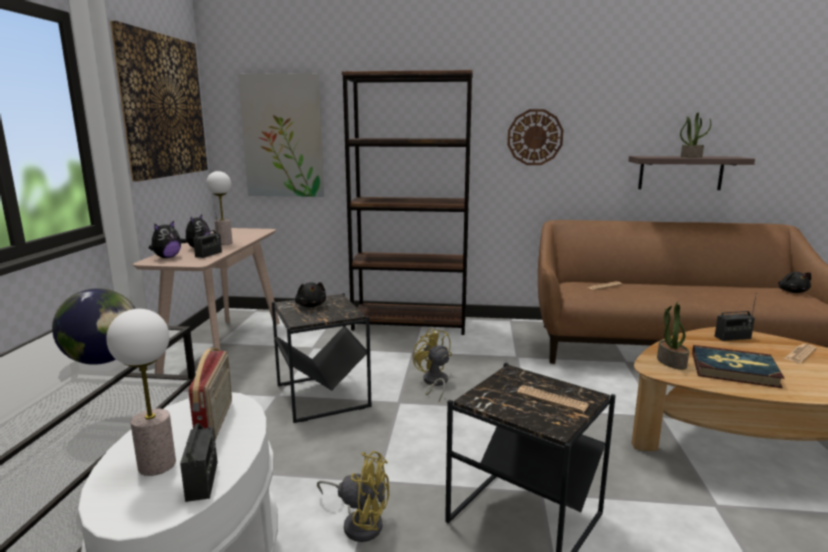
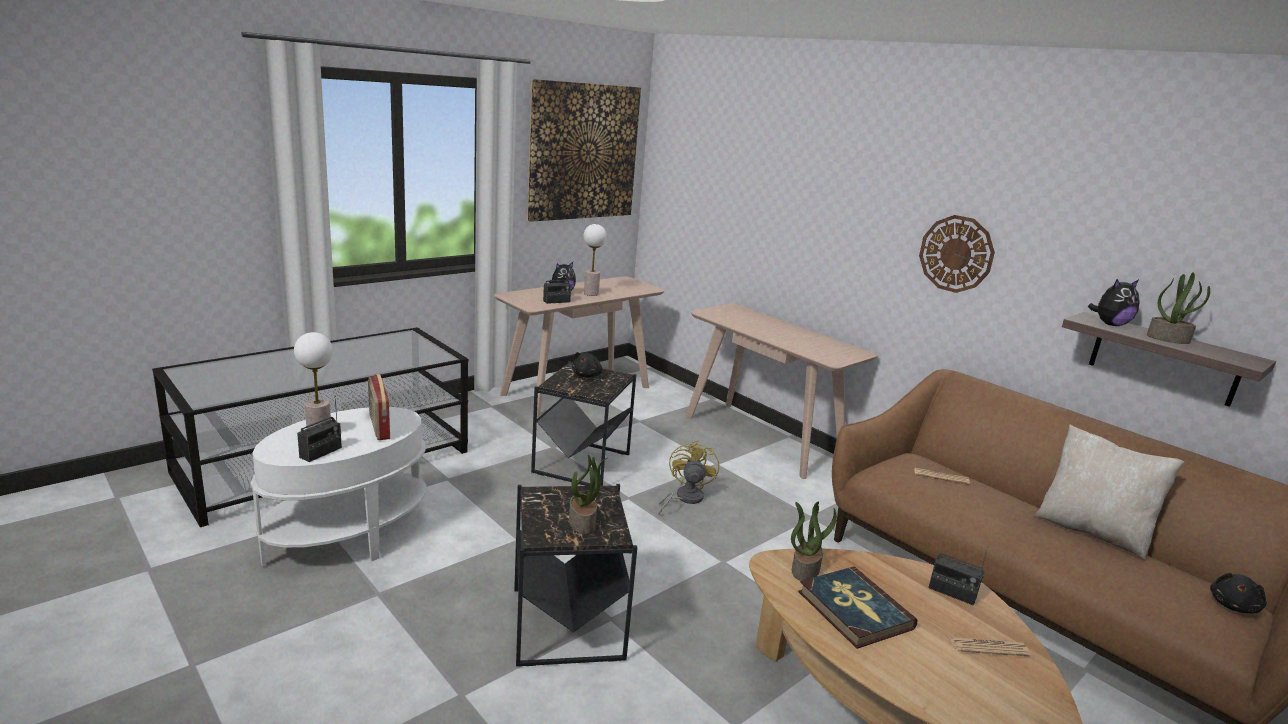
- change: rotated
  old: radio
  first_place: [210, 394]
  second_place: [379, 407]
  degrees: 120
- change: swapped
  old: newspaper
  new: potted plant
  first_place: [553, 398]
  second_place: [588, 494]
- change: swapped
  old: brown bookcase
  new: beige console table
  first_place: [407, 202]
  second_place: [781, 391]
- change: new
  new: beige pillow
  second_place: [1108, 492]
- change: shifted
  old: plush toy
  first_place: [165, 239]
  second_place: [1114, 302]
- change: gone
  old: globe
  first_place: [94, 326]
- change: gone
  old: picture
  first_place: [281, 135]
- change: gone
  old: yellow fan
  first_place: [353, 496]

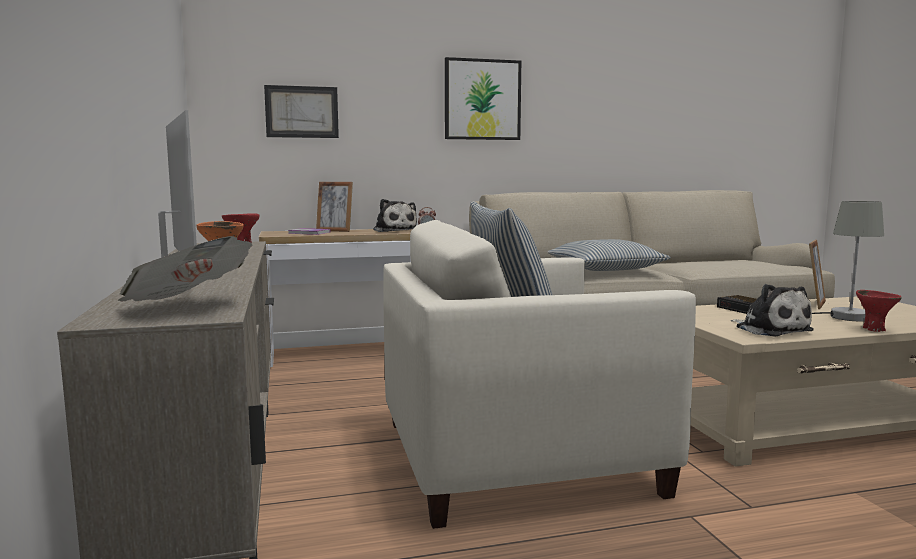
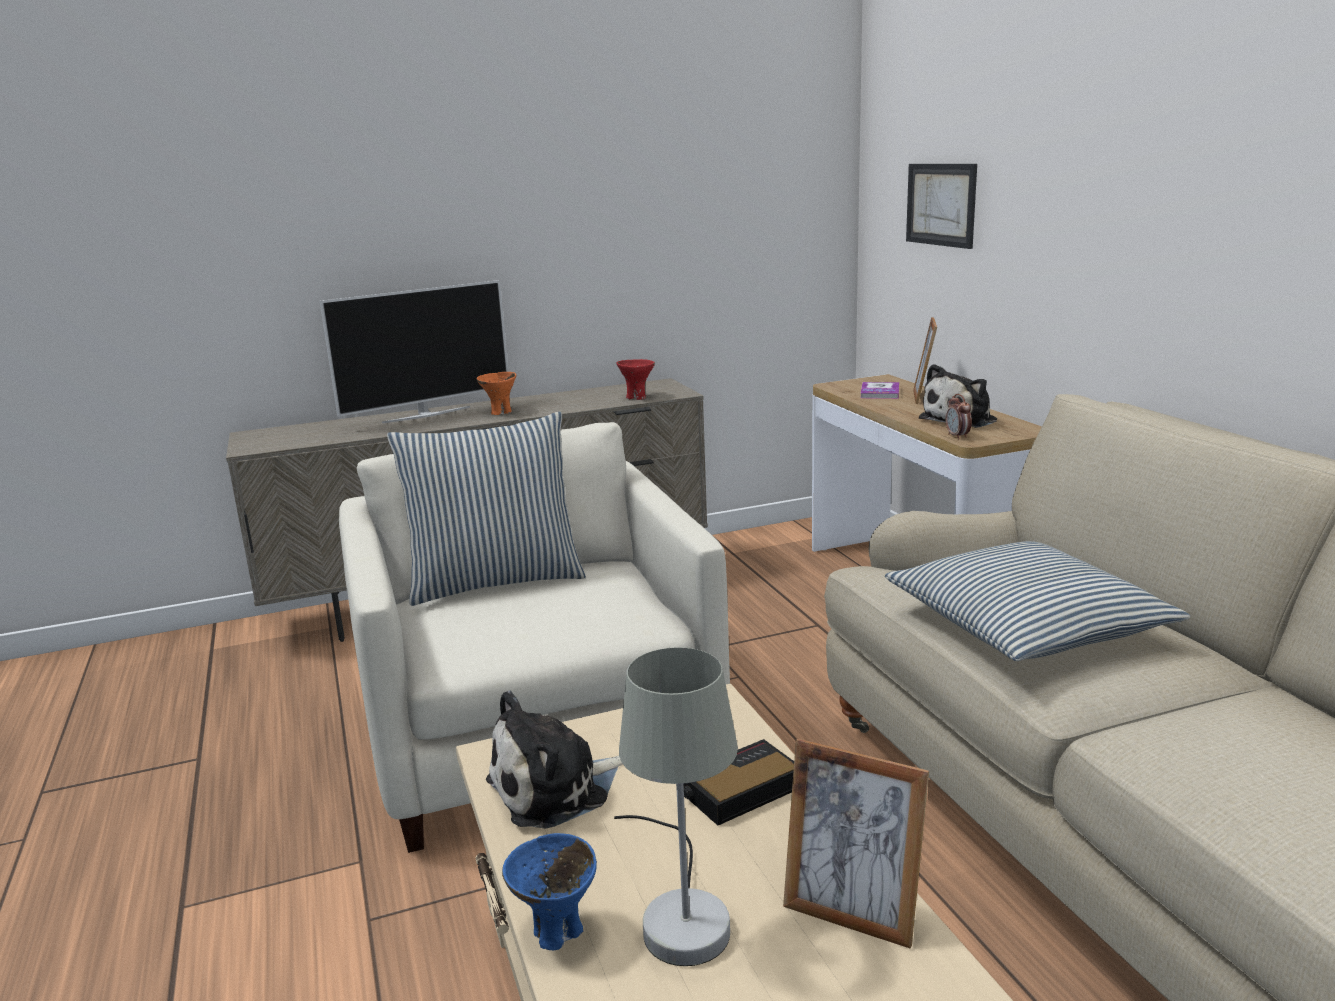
- change: repainted
  old: red bowl
  new: blue bowl
  first_place: [879, 311]
  second_place: [549, 891]
- change: gone
  old: newspaper
  first_place: [185, 269]
- change: gone
  old: picture
  first_place: [483, 98]

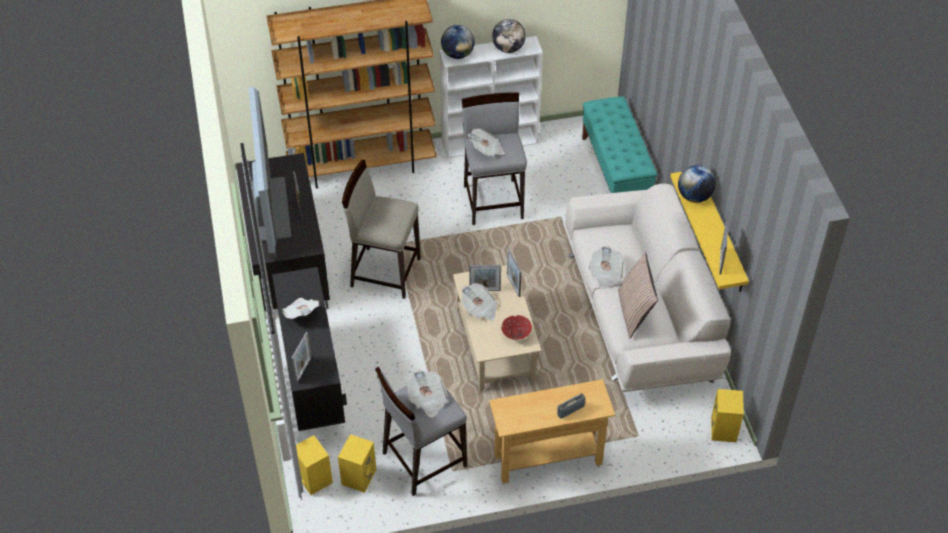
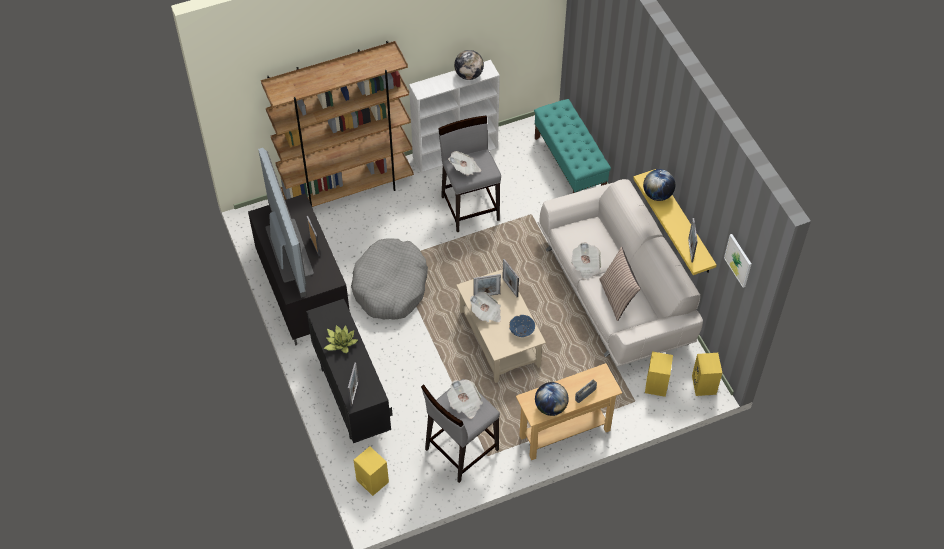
- change: swapped
  old: newspaper
  new: potted plant
  first_place: [300, 308]
  second_place: [341, 339]
- change: swapped
  old: beige stool
  new: grey dog bed
  first_place: [381, 229]
  second_place: [389, 279]
- change: repainted
  old: red bowl
  new: blue bowl
  first_place: [516, 327]
  second_place: [522, 326]
- change: shifted
  old: globe
  first_place: [458, 42]
  second_place: [552, 399]
- change: shifted
  old: yellow speaker
  first_place: [357, 463]
  second_place: [659, 374]
- change: new
  new: picture
  second_place: [737, 261]

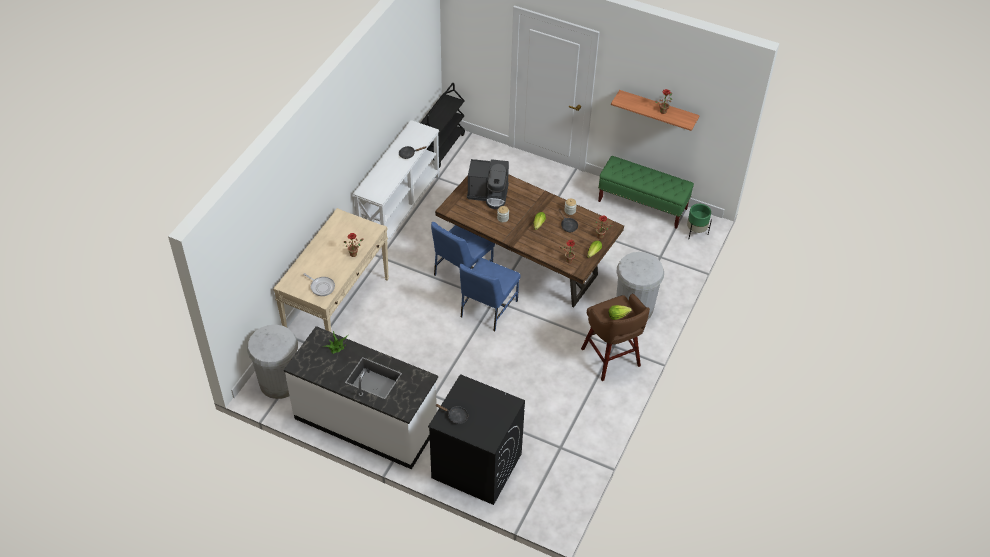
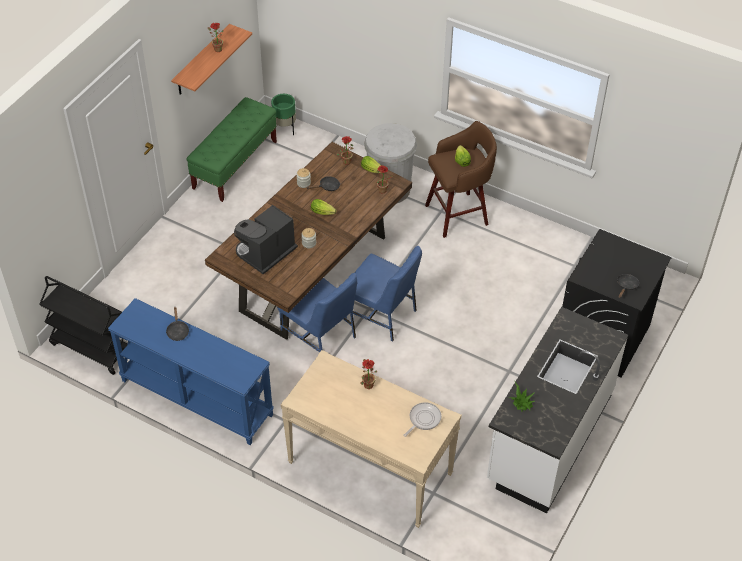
- change: repainted
  old: white console table
  new: blue console table
  first_place: [396, 181]
  second_place: [191, 371]
- change: rotated
  old: coffee machine
  first_place: [488, 184]
  second_place: [266, 239]
  degrees: -150
- change: gone
  old: white trash can
  first_place: [272, 362]

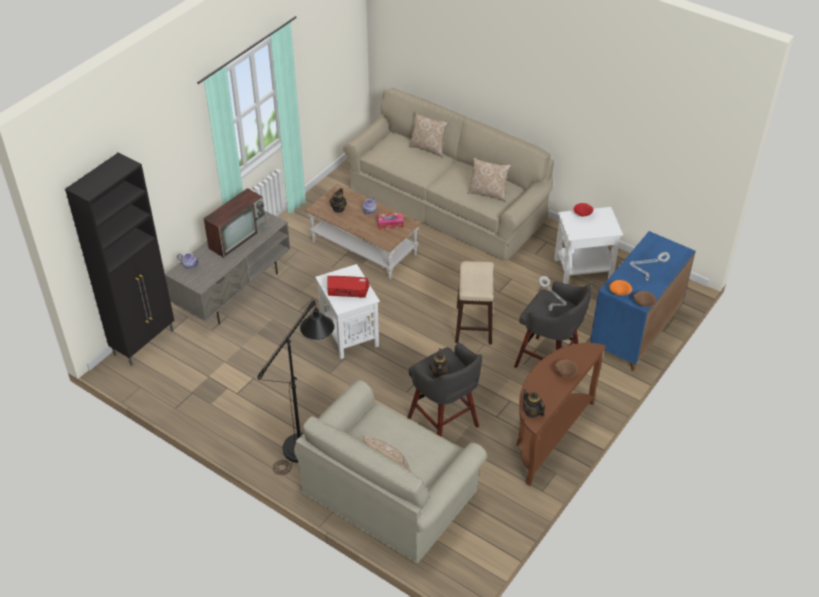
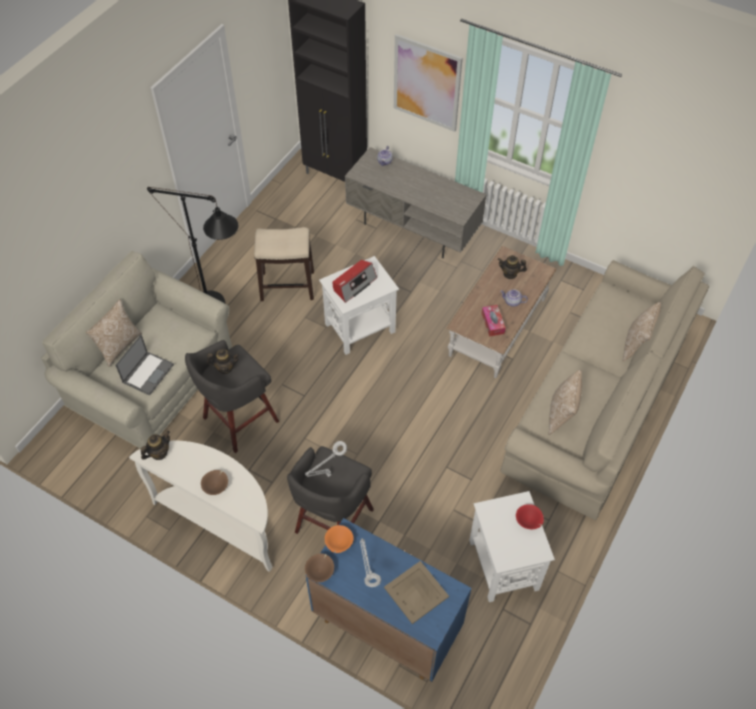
- change: new
  new: laptop
  second_place: [144, 365]
- change: repainted
  old: brown console table
  new: white console table
  first_place: [561, 414]
  second_place: [201, 506]
- change: shifted
  old: stool
  first_place: [474, 302]
  second_place: [284, 264]
- change: rotated
  old: radio
  first_place: [348, 287]
  second_place: [355, 281]
  degrees: 45
- change: new
  new: beige tray
  second_place: [416, 592]
- change: new
  new: picture
  second_place: [428, 83]
- change: gone
  old: television
  first_place: [235, 223]

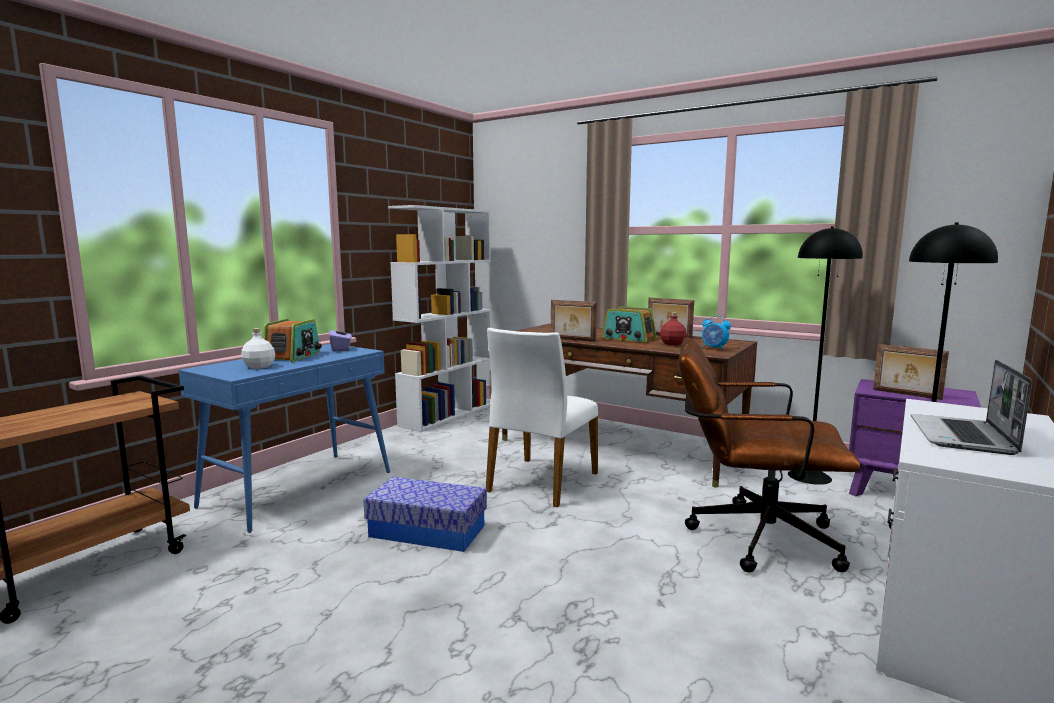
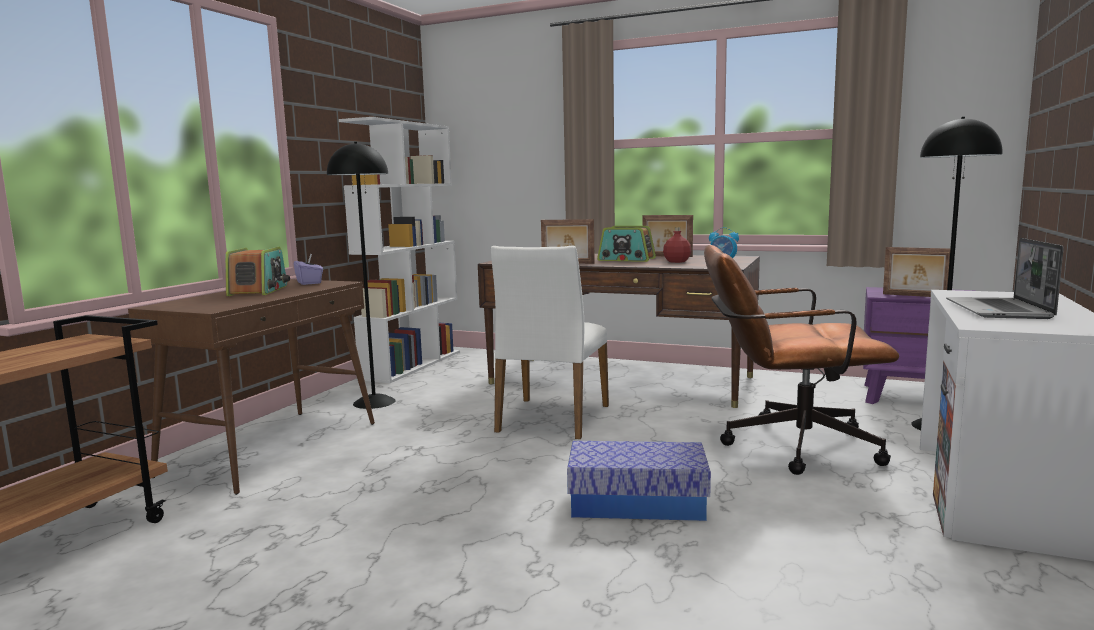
- change: repainted
  old: blue console table
  new: brown console table
  first_place: [284, 438]
  second_place: [251, 387]
- change: shifted
  old: black floor lamp
  first_place: [825, 356]
  second_place: [361, 275]
- change: shifted
  old: storage box
  first_place: [425, 514]
  second_place: [639, 481]
- change: gone
  old: white bottle
  first_place: [258, 348]

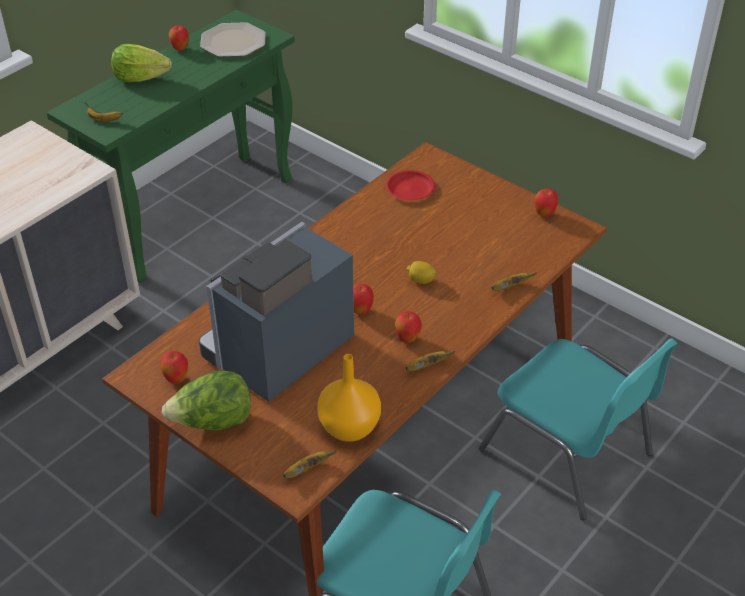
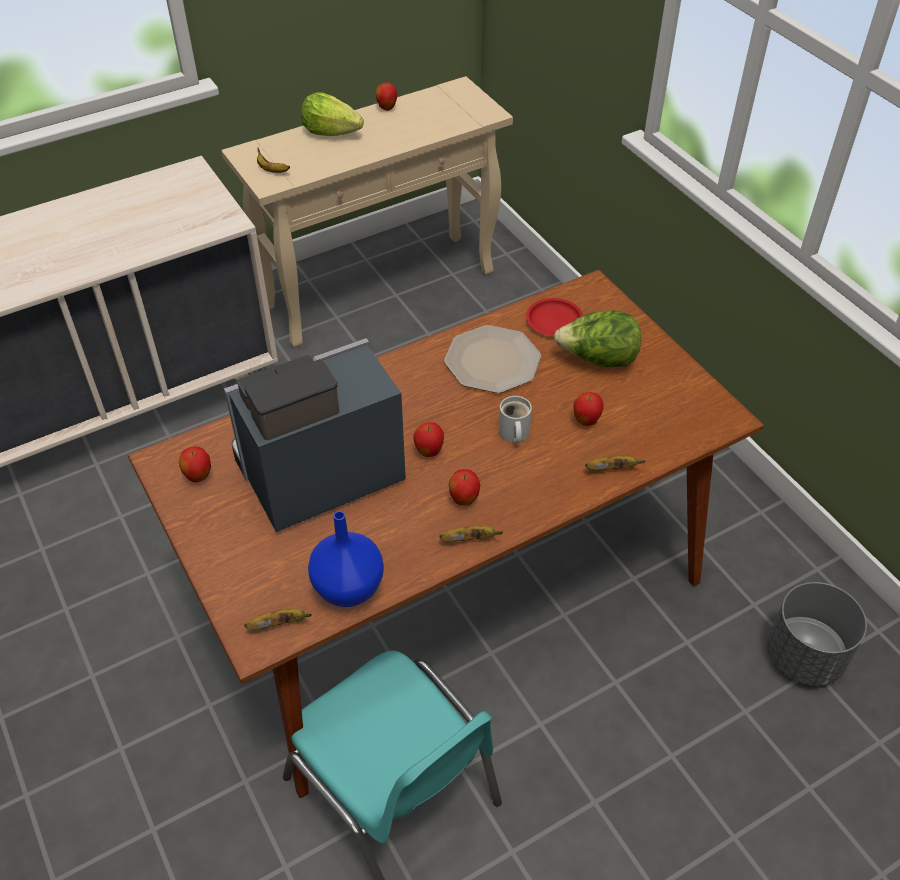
- change: repainted
  old: green console table
  new: beige console table
  first_place: [170, 146]
  second_place: [367, 211]
- change: repainted
  old: orange vase
  new: blue vase
  first_place: [349, 398]
  second_place: [346, 559]
- change: shifted
  old: plate
  first_place: [232, 39]
  second_place: [492, 359]
- change: swapped
  old: lemon
  new: white mug
  first_place: [421, 272]
  second_place: [515, 419]
- change: shifted
  old: lettuce
  first_place: [206, 401]
  second_place: [597, 338]
- change: shifted
  old: apple
  first_place: [546, 203]
  second_place: [588, 409]
- change: new
  new: grey planter
  second_place: [817, 634]
- change: gone
  old: turquoise chair
  first_place: [578, 429]

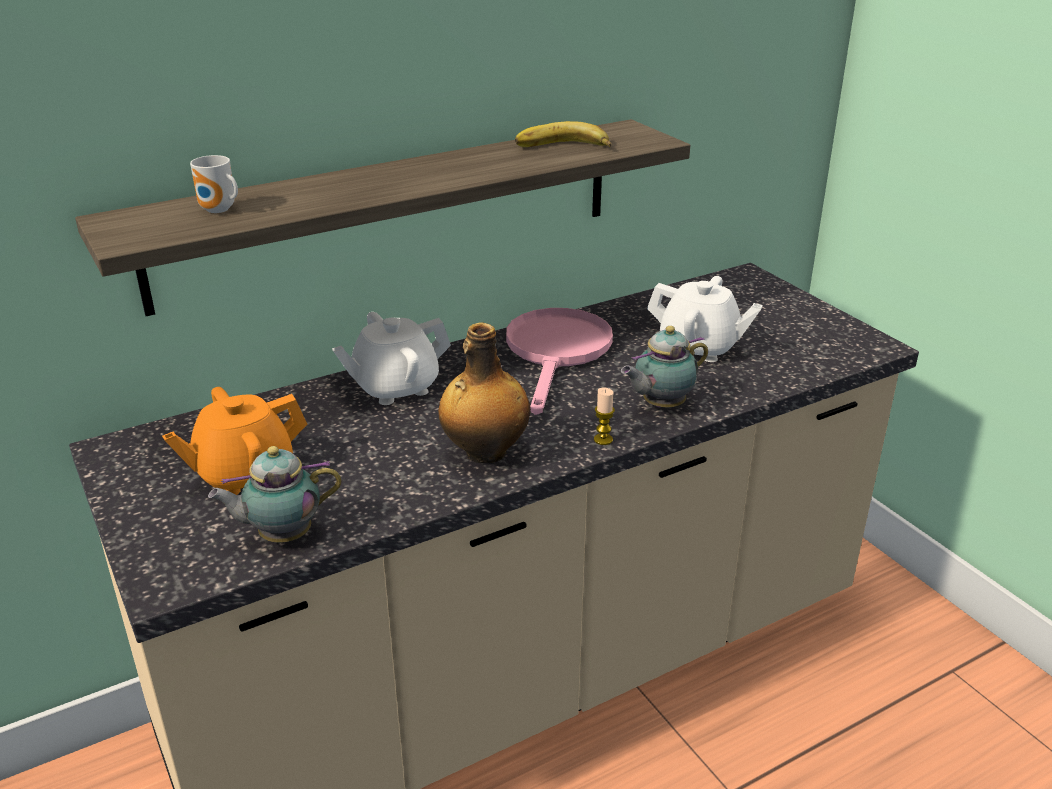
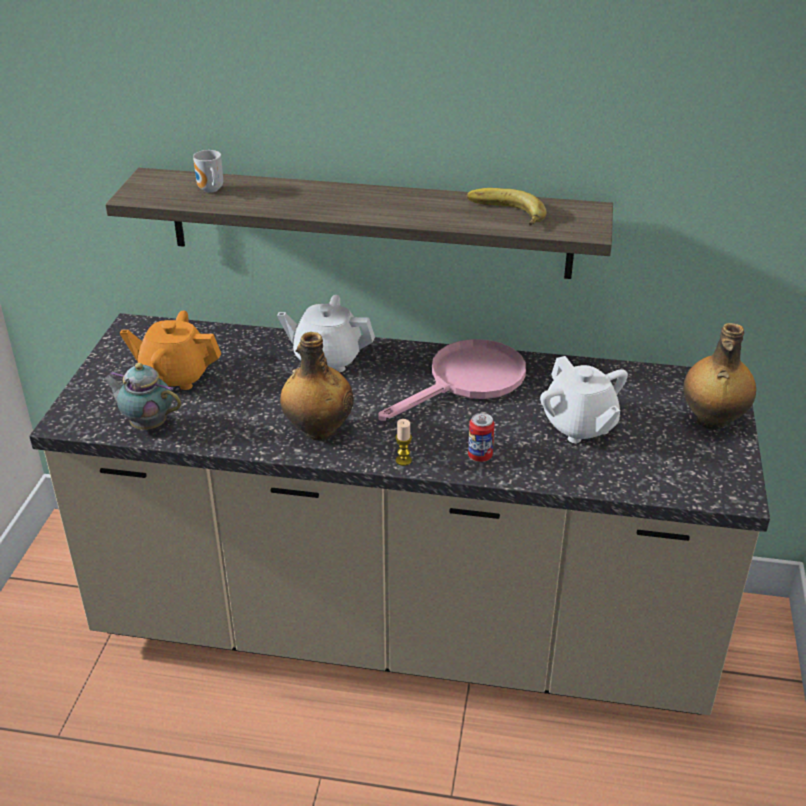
- change: swapped
  old: teapot
  new: can
  first_place: [664, 366]
  second_place: [481, 437]
- change: new
  new: bottle
  second_place: [719, 376]

